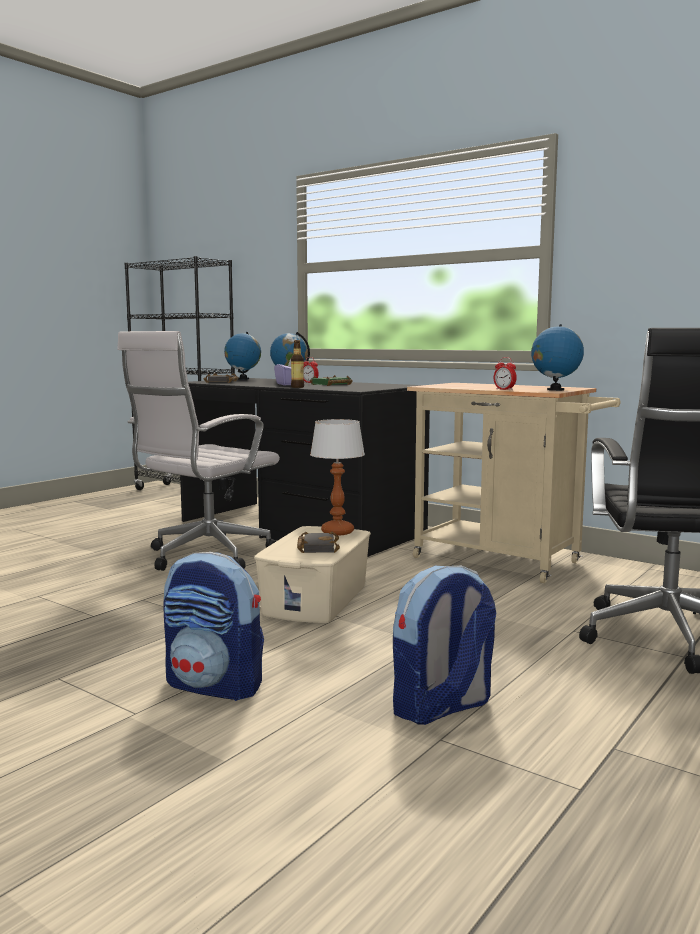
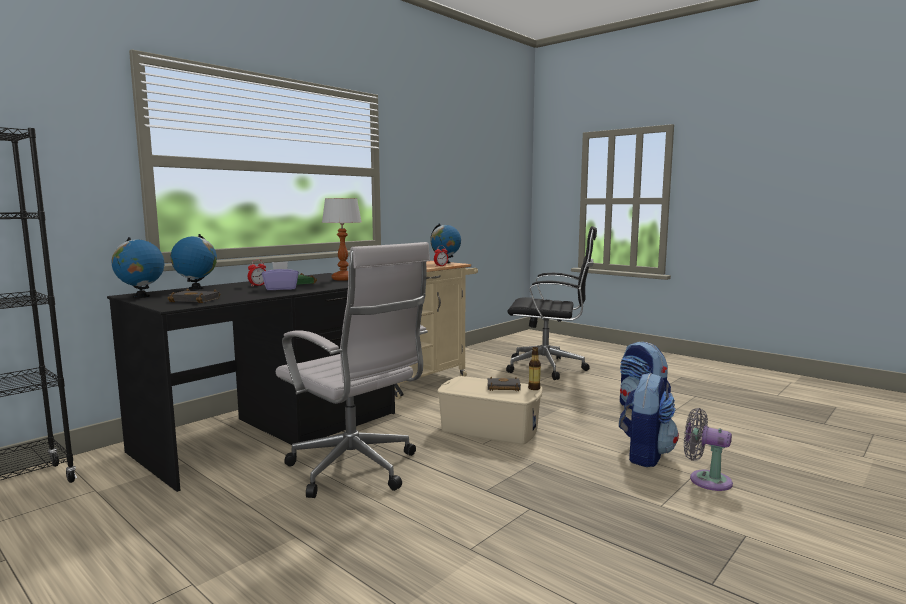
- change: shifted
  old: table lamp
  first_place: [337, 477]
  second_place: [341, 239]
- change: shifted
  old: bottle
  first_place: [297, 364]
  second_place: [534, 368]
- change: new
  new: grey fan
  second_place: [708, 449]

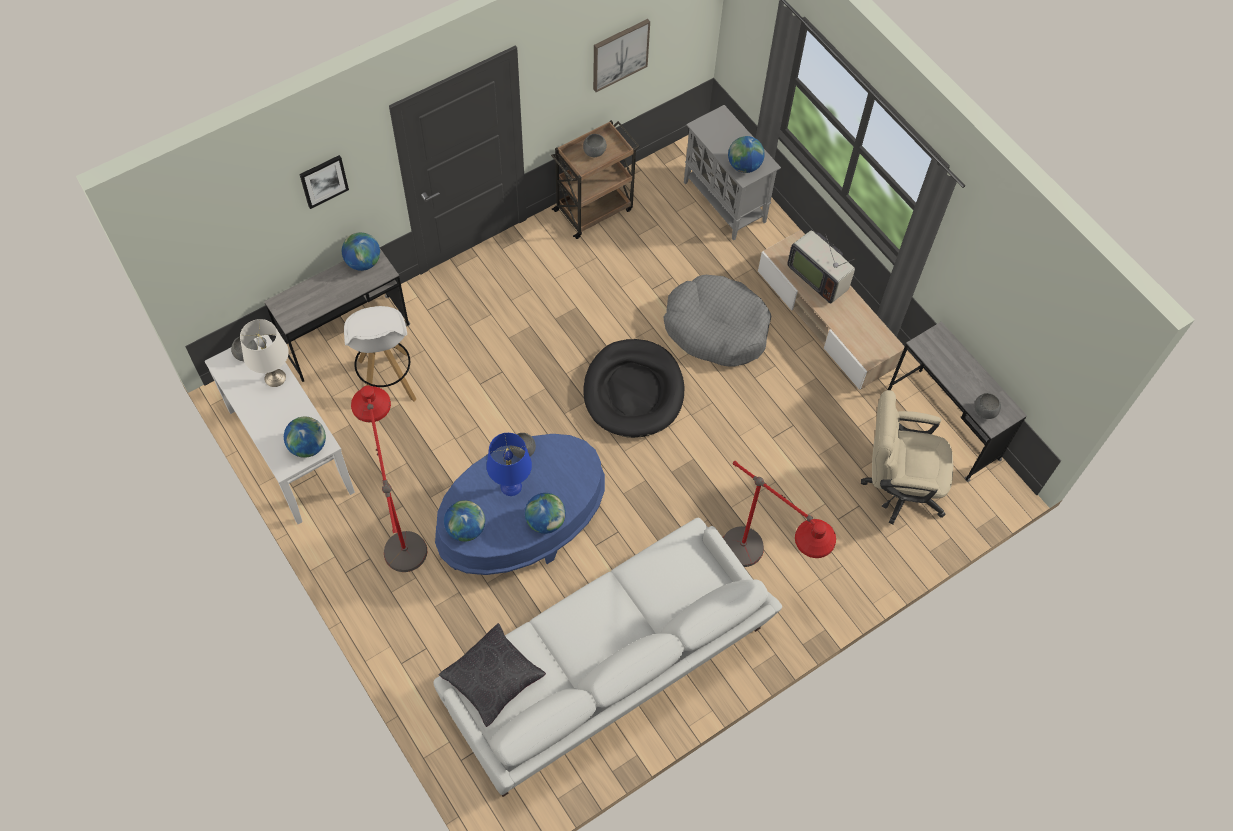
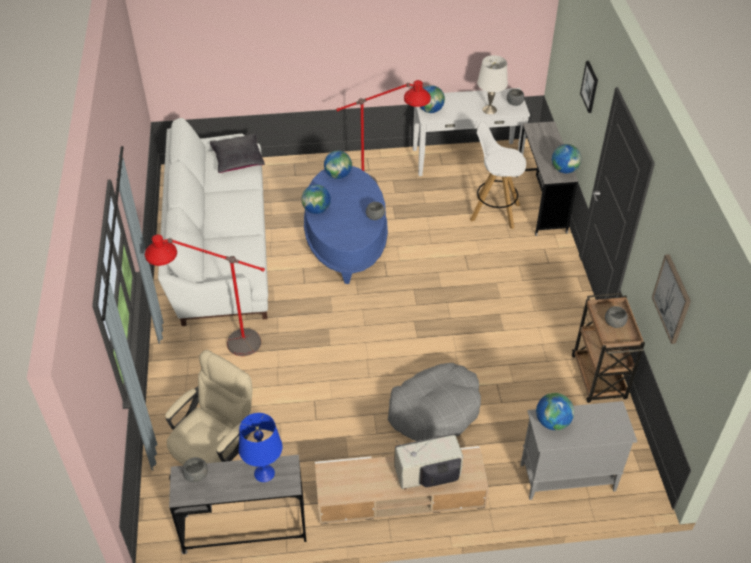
- change: shifted
  old: blue table lamp
  first_place: [509, 464]
  second_place: [261, 447]
- change: gone
  old: black dog bed
  first_place: [633, 388]

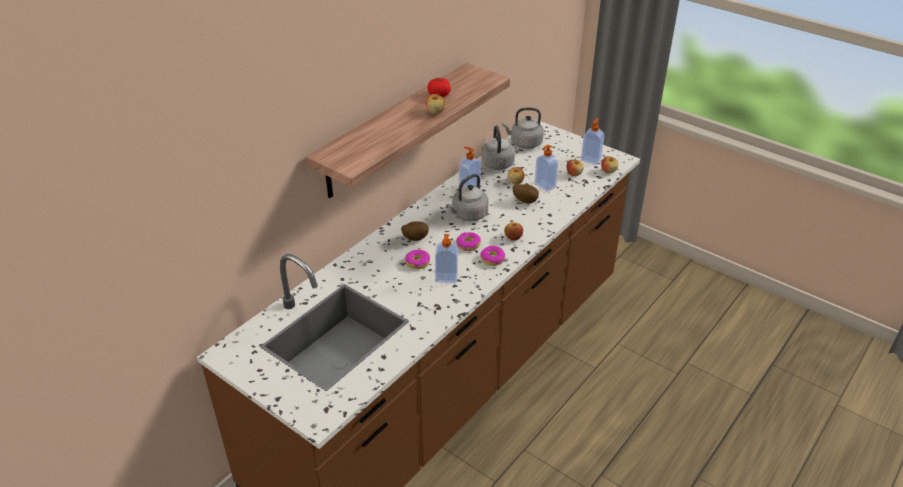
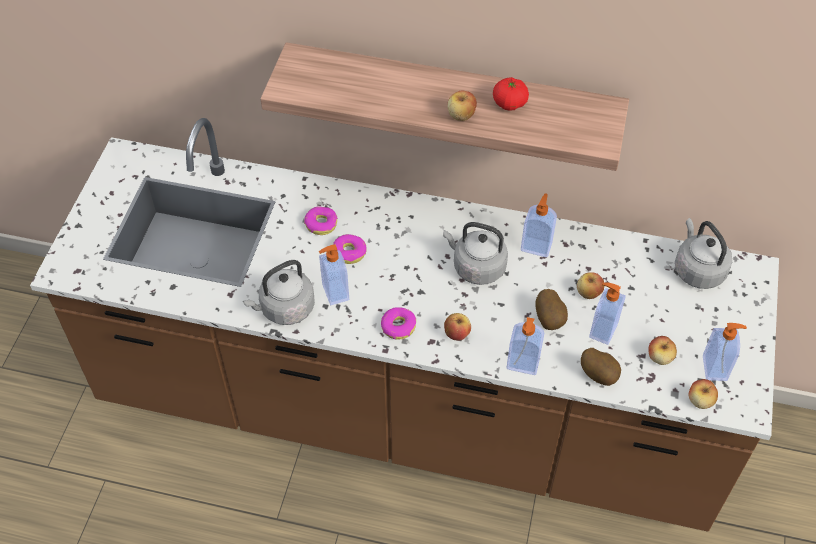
- change: shifted
  old: grey kettle
  first_place: [498, 147]
  second_place: [279, 292]
- change: shifted
  old: donut
  first_place: [468, 241]
  second_place: [321, 220]
- change: new
  new: soap dispenser
  second_place: [525, 346]
- change: shifted
  old: potato
  first_place: [415, 231]
  second_place: [601, 367]

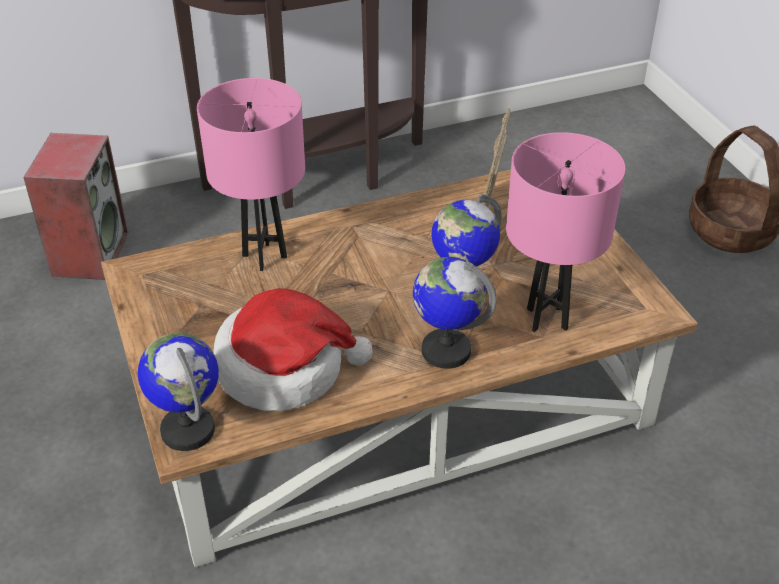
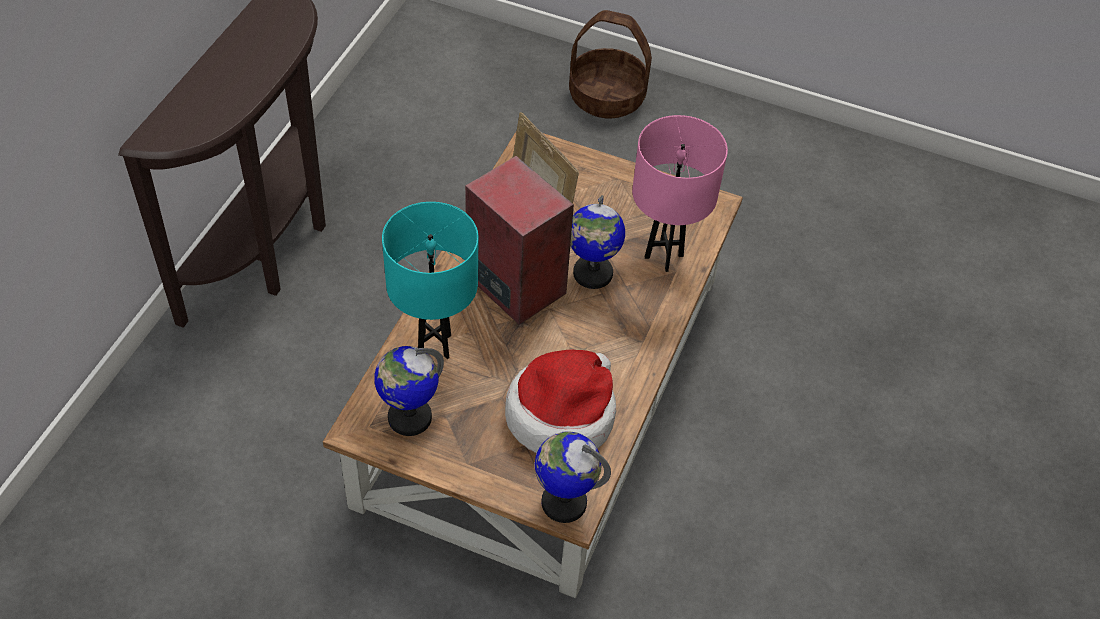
- change: shifted
  old: globe
  first_place: [455, 313]
  second_place: [409, 391]
- change: repainted
  old: pink table lamp
  new: turquoise table lamp
  first_place: [251, 174]
  second_place: [430, 280]
- change: shifted
  old: speaker
  first_place: [75, 206]
  second_place: [519, 240]

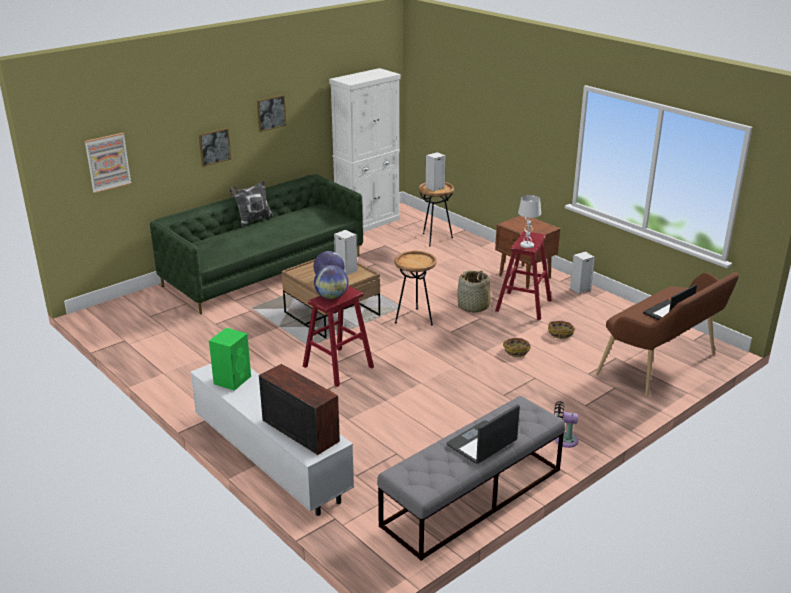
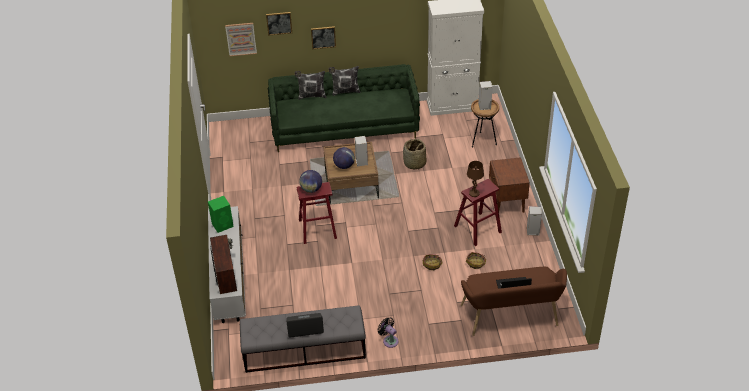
- change: shifted
  old: picture
  first_place: [272, 113]
  second_place: [279, 24]
- change: new
  new: pillow
  second_place: [311, 85]
- change: shifted
  old: basket
  first_place: [475, 291]
  second_place: [415, 154]
- change: repainted
  old: white table lamp
  new: brown table lamp
  first_place: [529, 221]
  second_place: [475, 179]
- change: gone
  old: brown side table
  first_place: [416, 288]

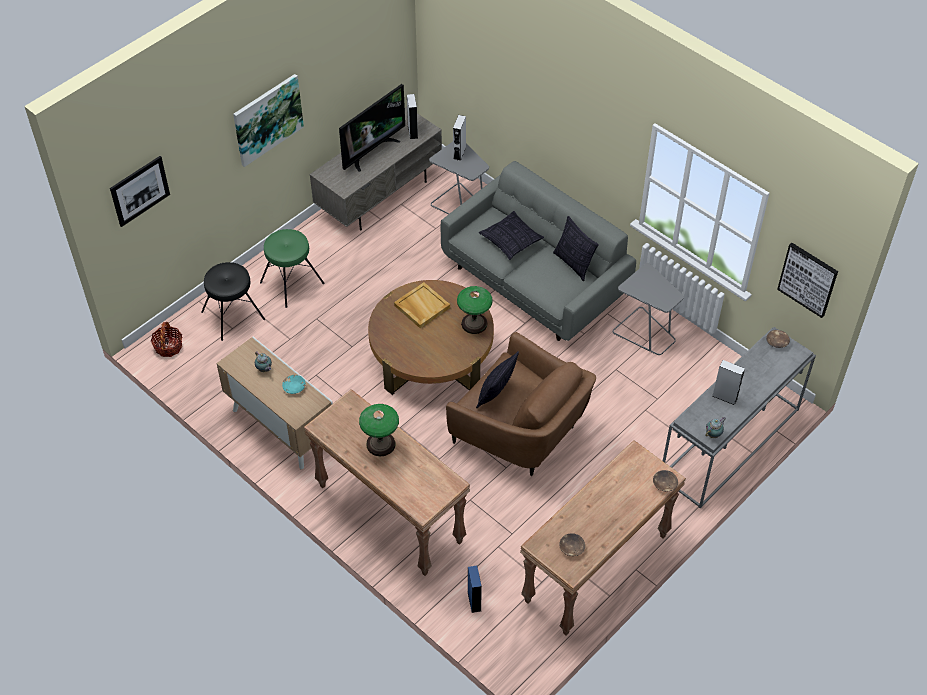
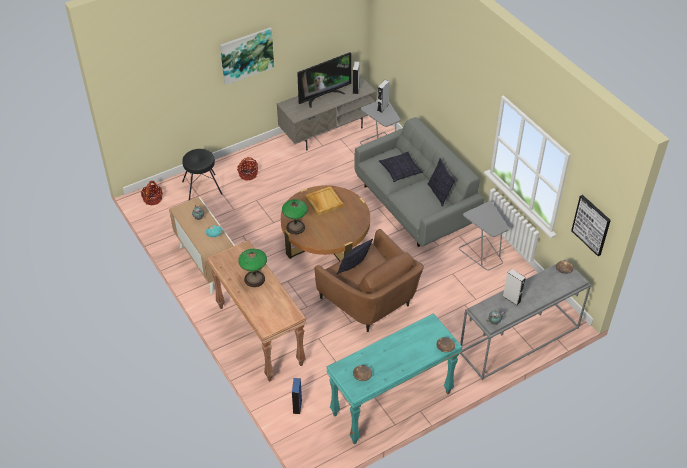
- change: swapped
  old: green stool
  new: basket
  first_place: [292, 268]
  second_place: [247, 169]
- change: shifted
  old: table lamp
  first_place: [475, 310]
  second_place: [295, 217]
- change: repainted
  old: brown console table
  new: turquoise console table
  first_place: [603, 538]
  second_place: [394, 378]
- change: gone
  old: picture
  first_place: [140, 191]

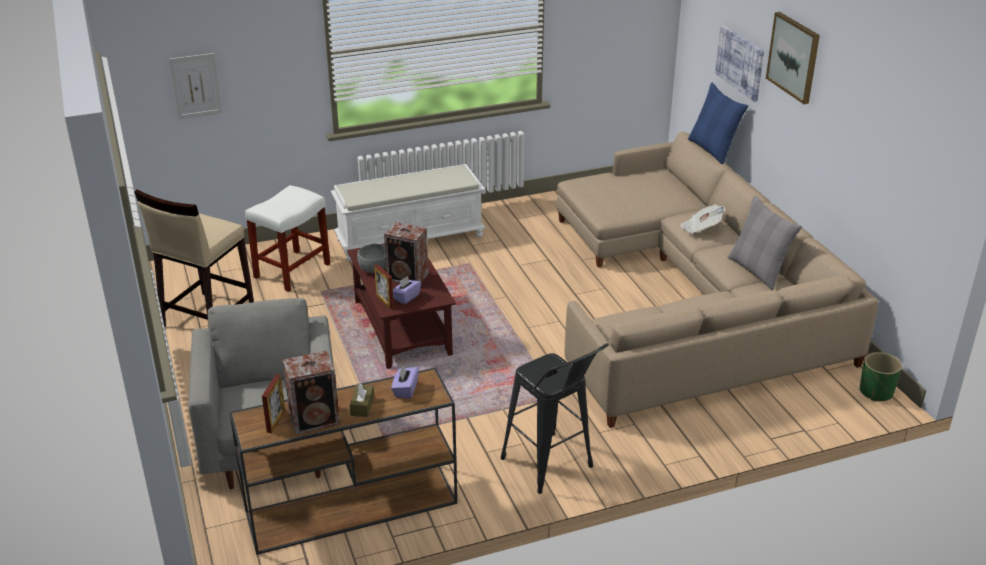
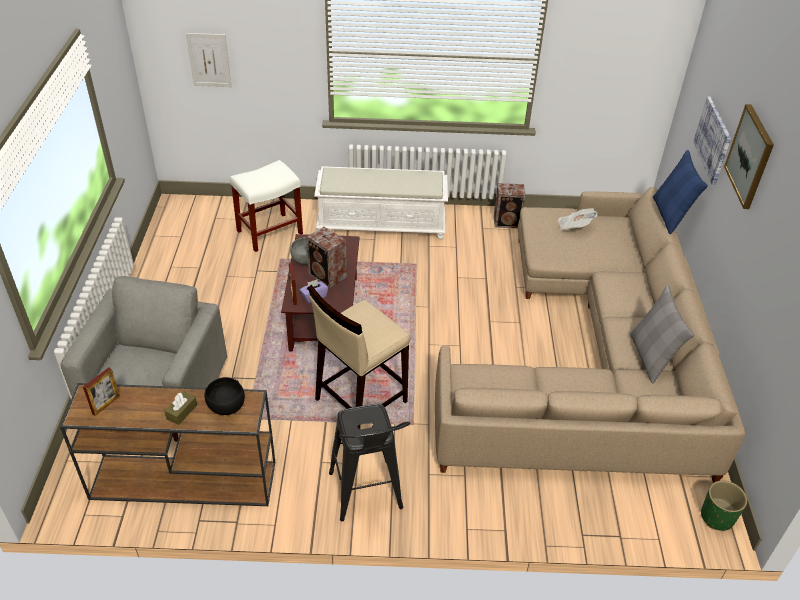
- change: swapped
  old: purple tissue box
  new: black bowl
  first_place: [405, 381]
  second_place: [224, 396]
- change: shifted
  old: beige stool
  first_place: [194, 257]
  second_place: [359, 357]
- change: shifted
  old: speaker
  first_place: [311, 393]
  second_place: [510, 205]
- change: shifted
  old: newspaper
  first_place: [703, 219]
  second_place: [578, 219]

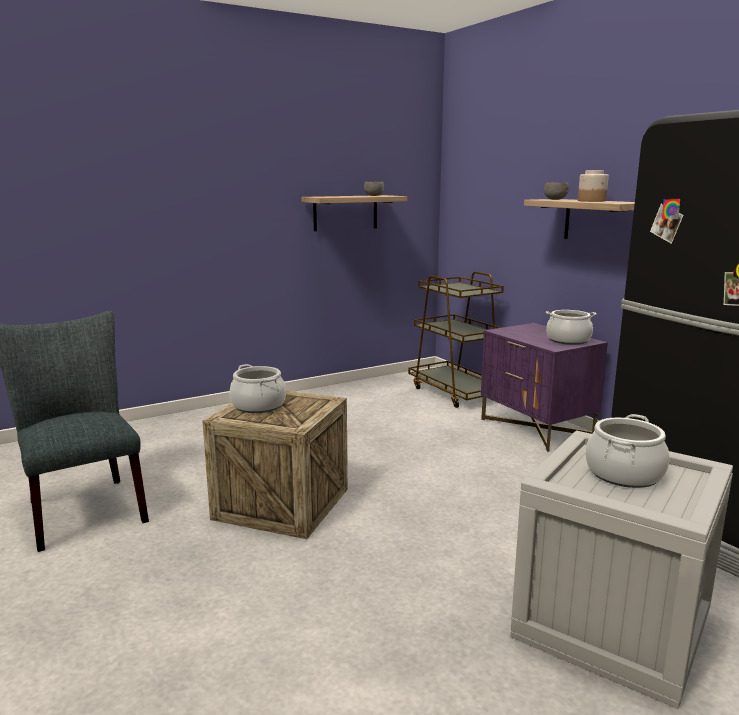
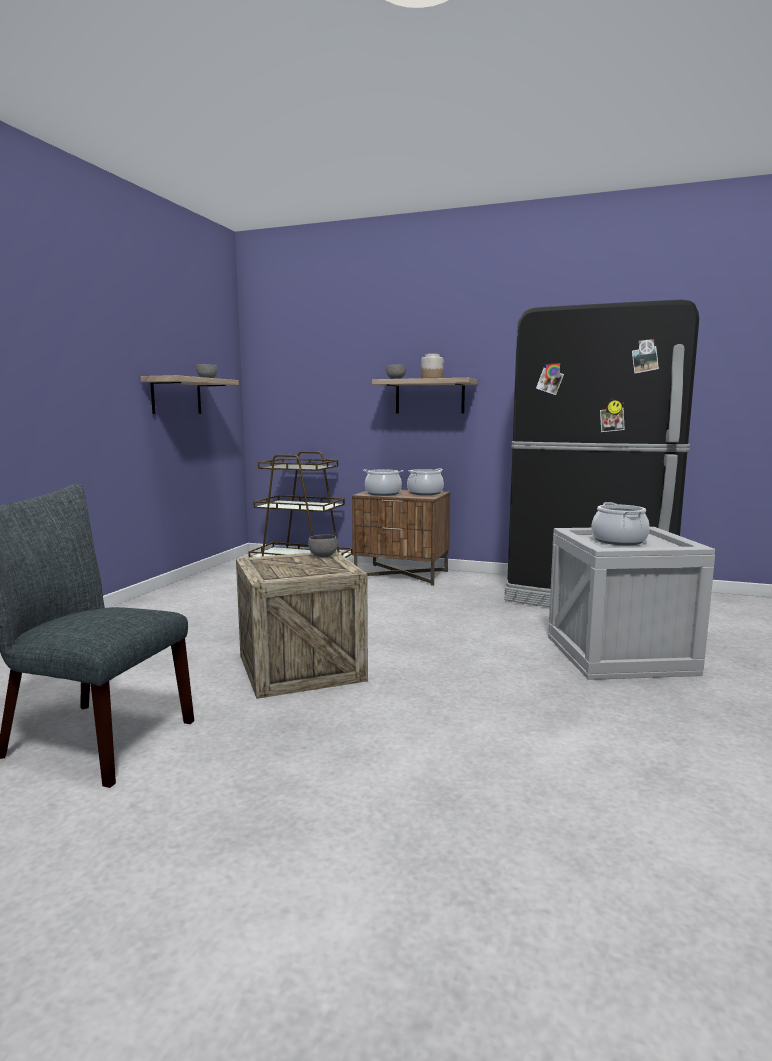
- change: new
  new: grey bowl
  second_place: [323, 546]
- change: repainted
  old: purple nightstand
  new: brown nightstand
  first_place: [544, 387]
  second_place: [401, 538]
- change: shifted
  old: cooking pot
  first_place: [258, 388]
  second_place: [383, 482]

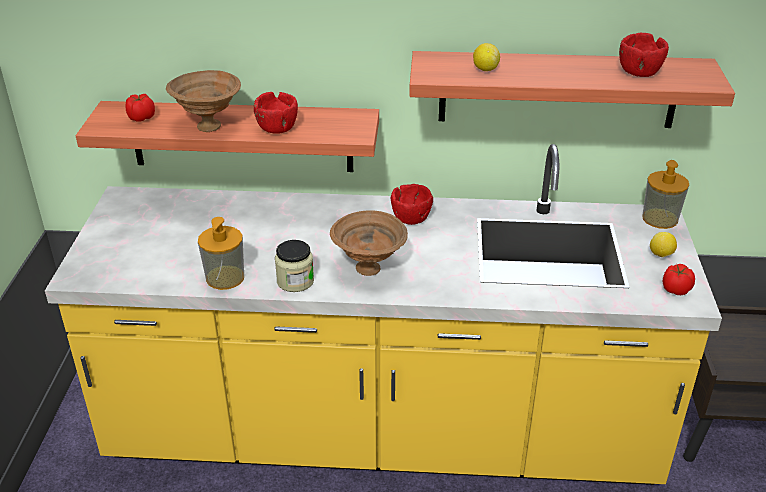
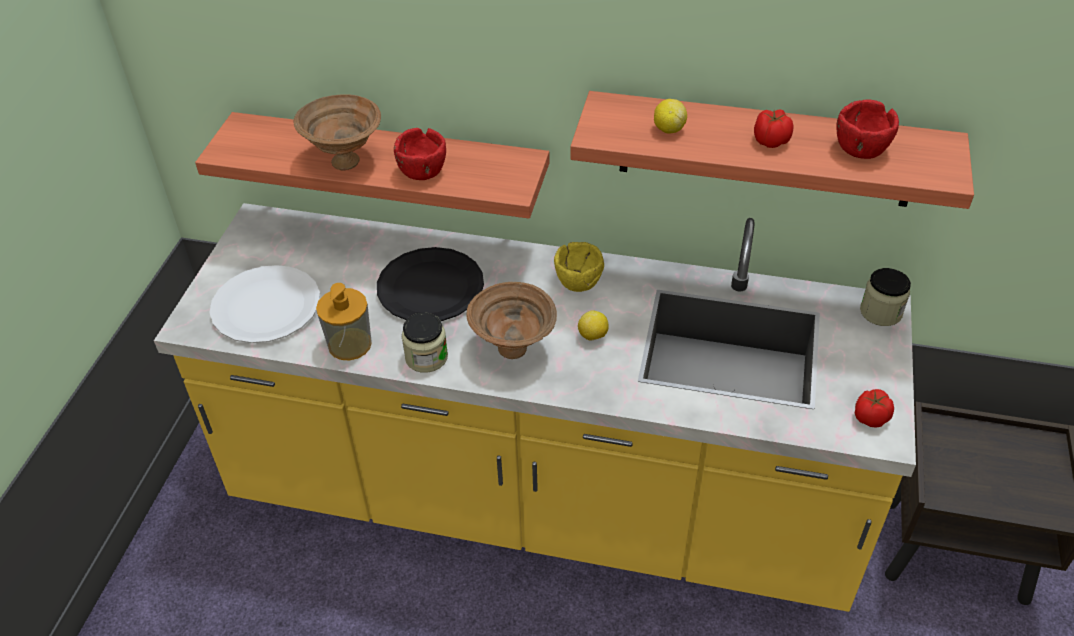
- change: new
  new: white plate
  second_place: [264, 304]
- change: new
  new: black plate
  second_place: [430, 284]
- change: repainted
  old: red bowl
  new: yellow bowl
  first_place: [412, 204]
  second_place: [579, 267]
- change: shifted
  old: lemon
  first_place: [663, 244]
  second_place: [593, 325]
- change: shifted
  old: tomato
  first_place: [140, 108]
  second_place: [774, 129]
- change: swapped
  old: soap dispenser
  new: jar
  first_place: [665, 194]
  second_place: [885, 297]

